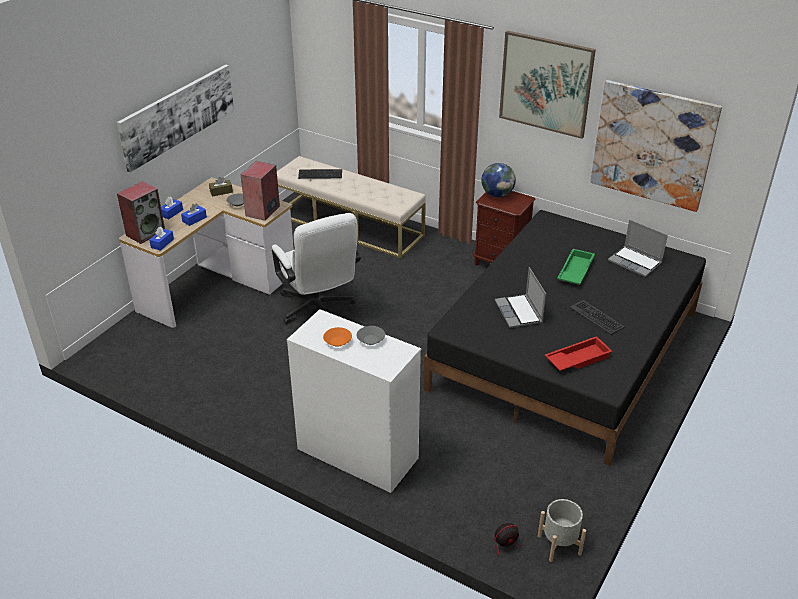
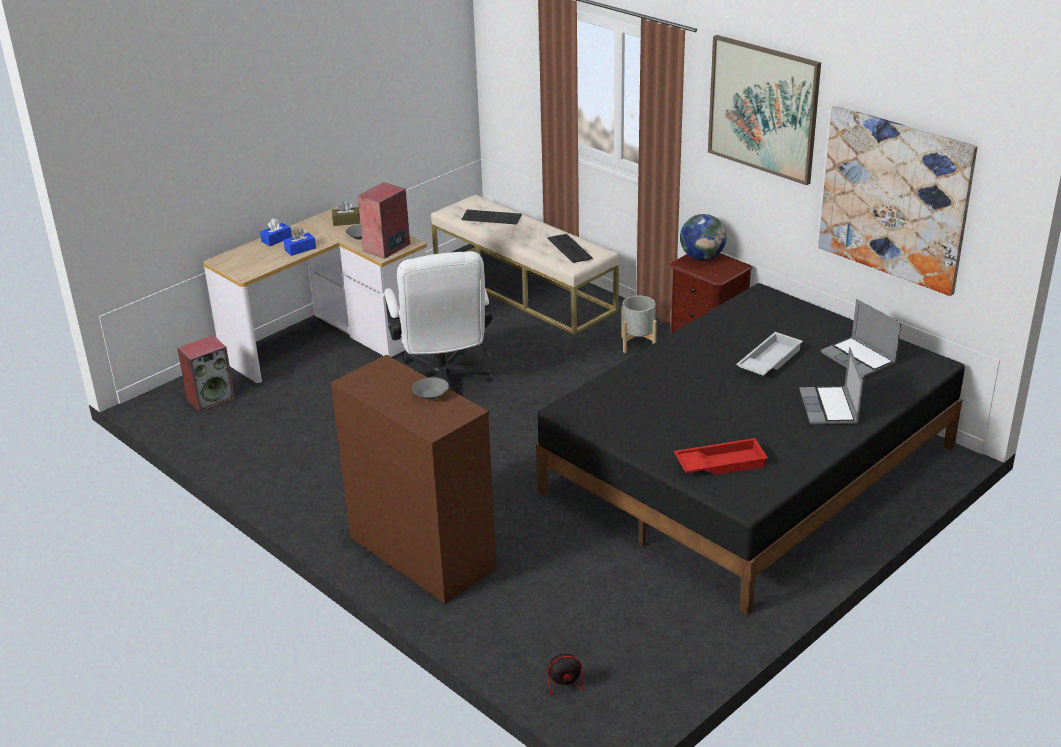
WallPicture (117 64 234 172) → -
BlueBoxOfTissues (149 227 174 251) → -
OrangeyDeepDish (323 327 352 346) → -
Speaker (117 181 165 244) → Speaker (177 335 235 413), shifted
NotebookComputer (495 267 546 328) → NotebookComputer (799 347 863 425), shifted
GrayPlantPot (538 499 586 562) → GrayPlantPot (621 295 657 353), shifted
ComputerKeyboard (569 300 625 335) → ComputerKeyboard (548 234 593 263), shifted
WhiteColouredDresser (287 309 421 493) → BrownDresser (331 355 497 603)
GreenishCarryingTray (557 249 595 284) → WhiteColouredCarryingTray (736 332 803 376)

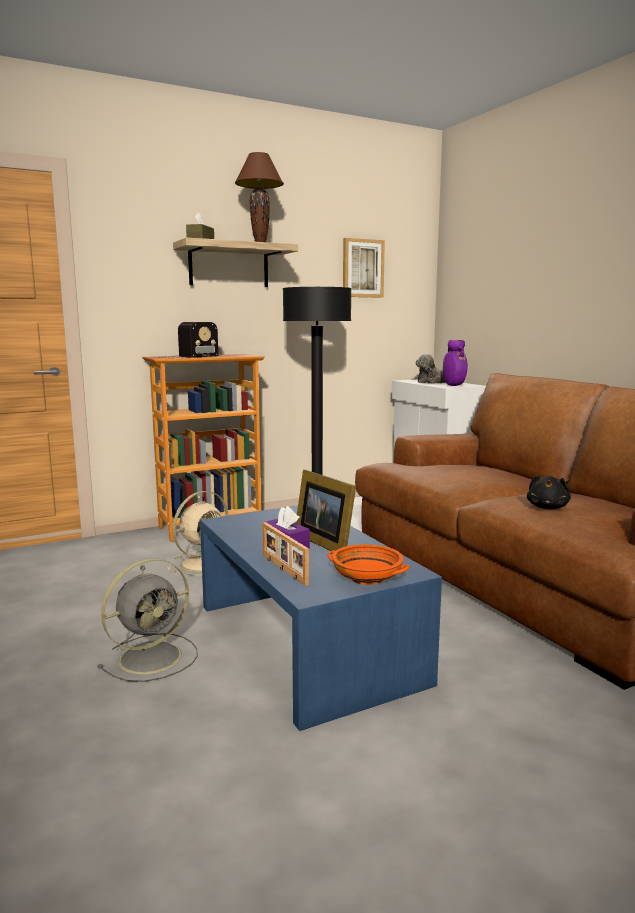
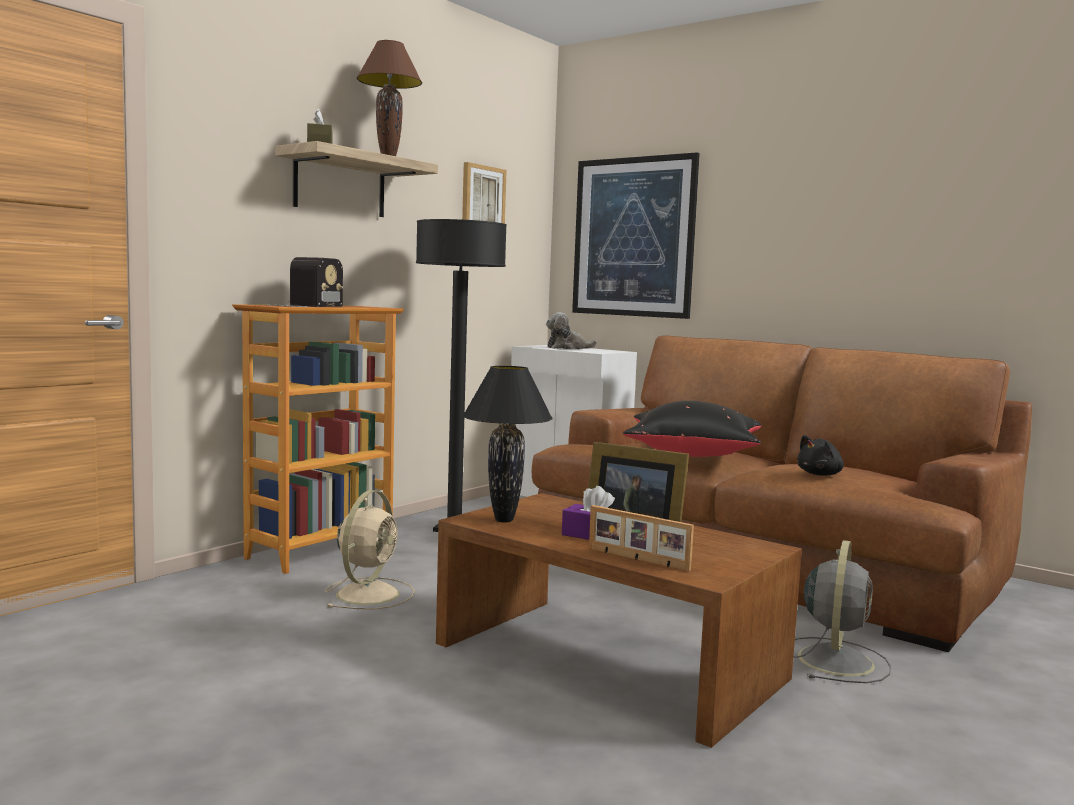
OrangeyDeepDish (327 544 410 585) → -
PurplishFlowerVase (443 340 468 386) → -
- → BlackishTableLamp (463 366 553 523)
- → WallPicture (572 152 700 319)
- → BlackishPillow (623 401 761 457)
GrayCoolingFan (97 558 198 682) → GrayCoolingFan (793 540 891 683), shifted
BlueLowTable (200 505 442 731) → BrownLowTable (436 493 802 748)
BlackishCuddlyToy (527 475 571 509) → BlackishCuddlyToy (797 435 844 476), 60 degrees clockwise

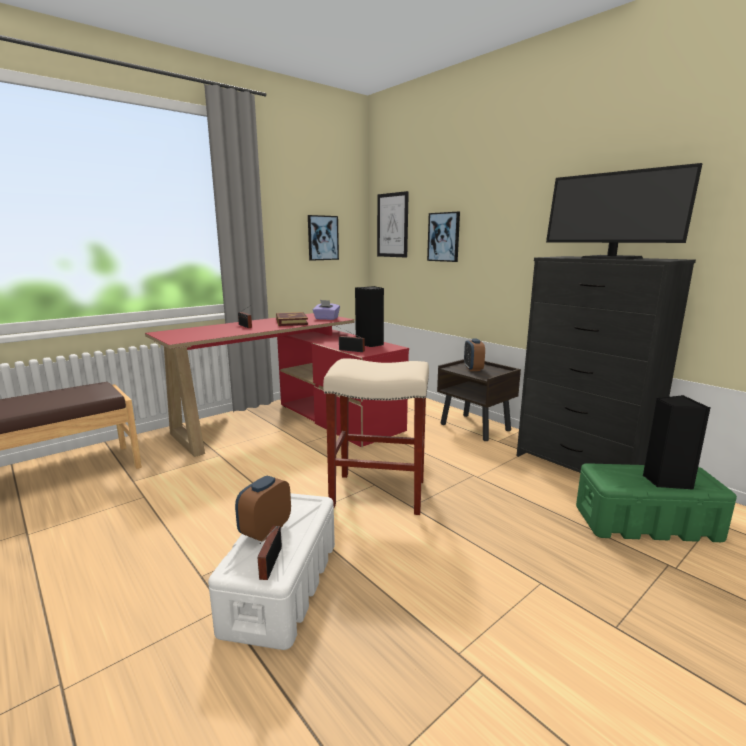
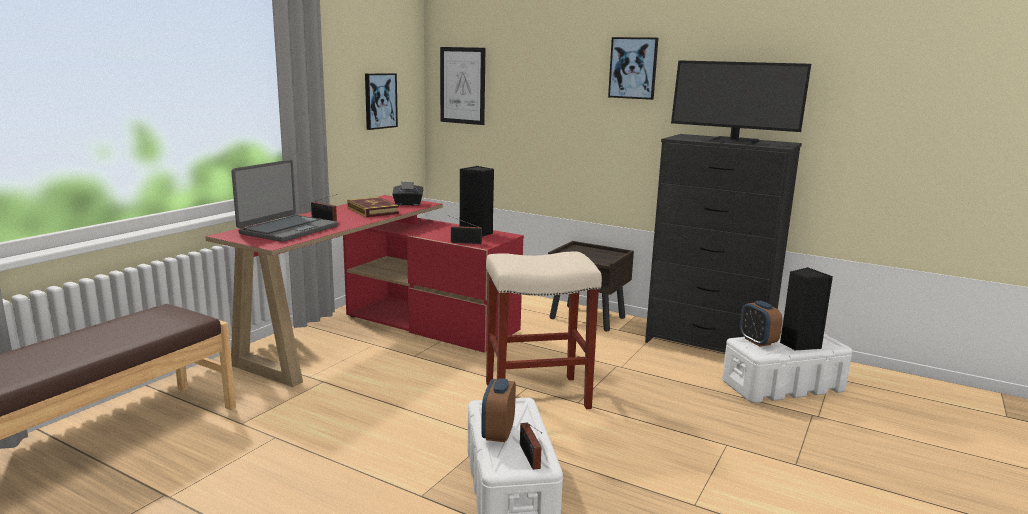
- → NotebookComputer (231 160 338 242)
WallPicture (427 212 460 262) → WallPicture (608 37 658 100), shifted
AlarmClock (464 339 485 371) → AlarmClock (740 300 783 347), shifted
PurplishBoxOfTissues (313 300 340 320) → BlackishBoxOfTissues (392 182 424 206)
GreenishStorageBin (576 463 737 542) → WhiteColouredStorageBin (722 334 852 403)

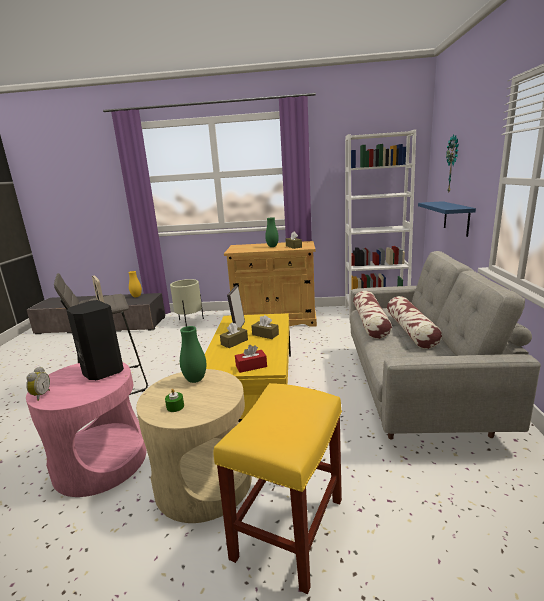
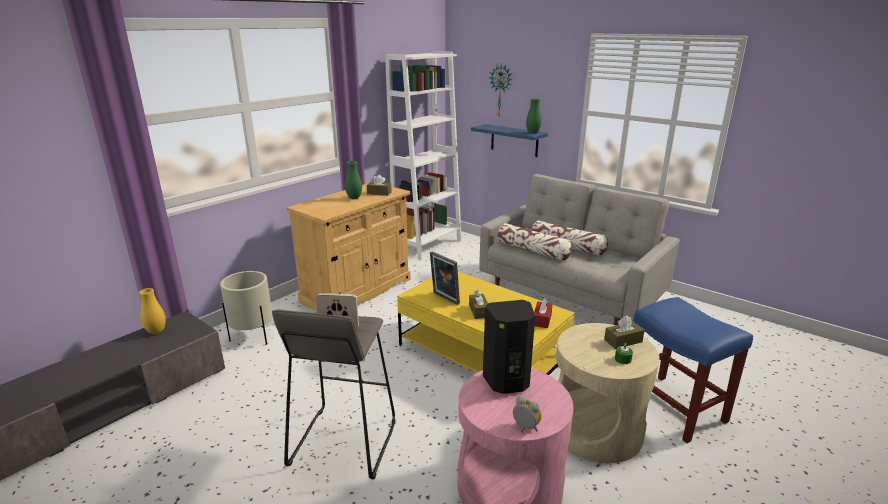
GreenishFlowerVase (180 326 206 383) → GreenishFlowerVase (526 99 542 134), shifted
BrownBoxOfTissues (251 315 279 339) → BrownBoxOfTissues (604 316 645 349), shifted
YellowSittingStool (213 383 342 594) → BlueSittingStool (633 297 753 443)

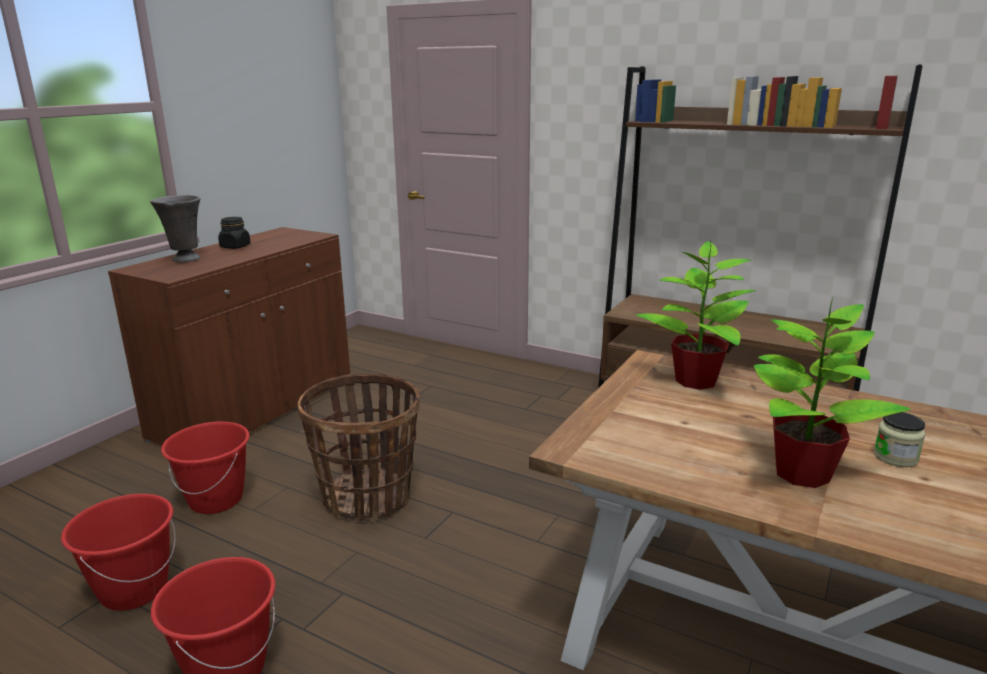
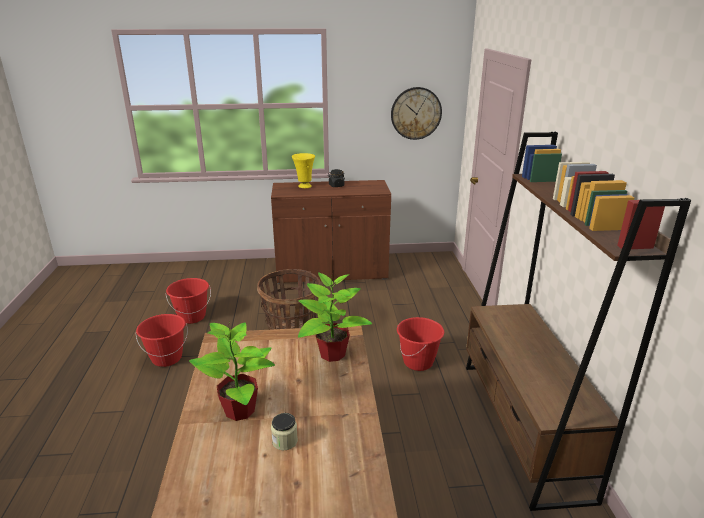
- → HangingClock (391 87 442 140)
ReddishPail (161 422 250 514) → ReddishPail (397 317 444 371), shifted
GrayFlowerVase (150 195 200 262) → YellowFlowerVase (292 153 315 188)

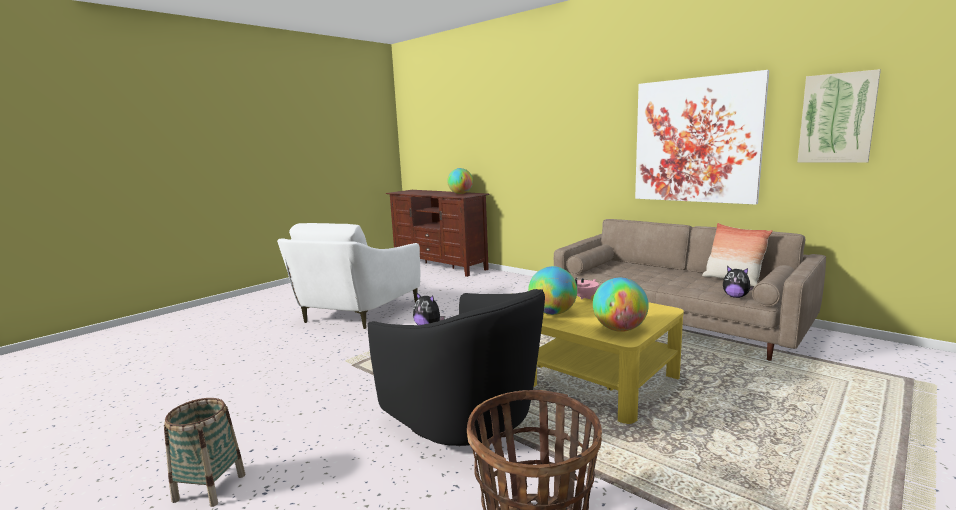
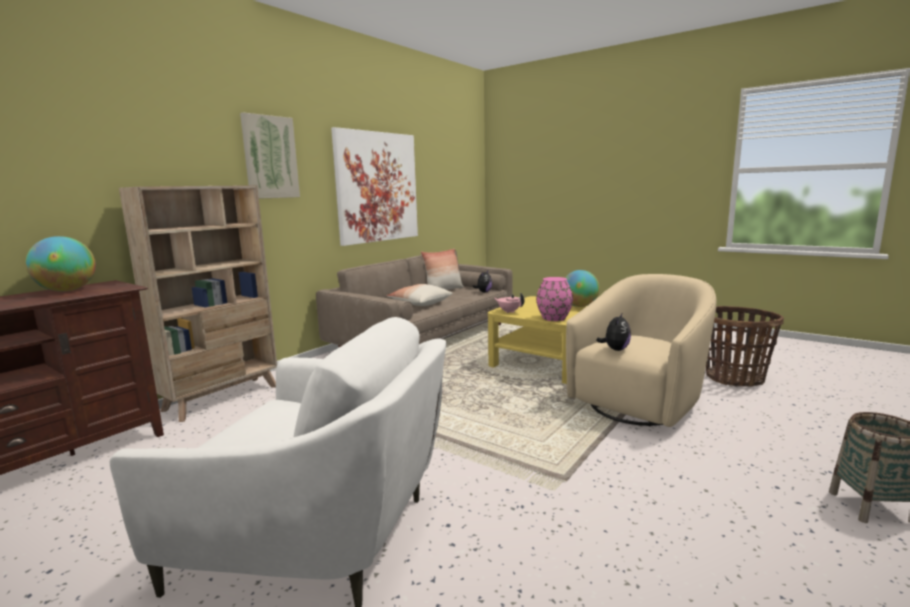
- → SandColouredShelvingUnit (119 185 277 422)
- → Pillow (387 284 453 306)
WallPicture (797 69 881 163) → WallPicture (240 112 300 199), shifted
WorldGlobe (528 266 577 315) → PinkishFlowerVase (537 277 573 321)
BlackishArmchair (368 289 545 446) → SandColouredArmchair (566 274 716 427)

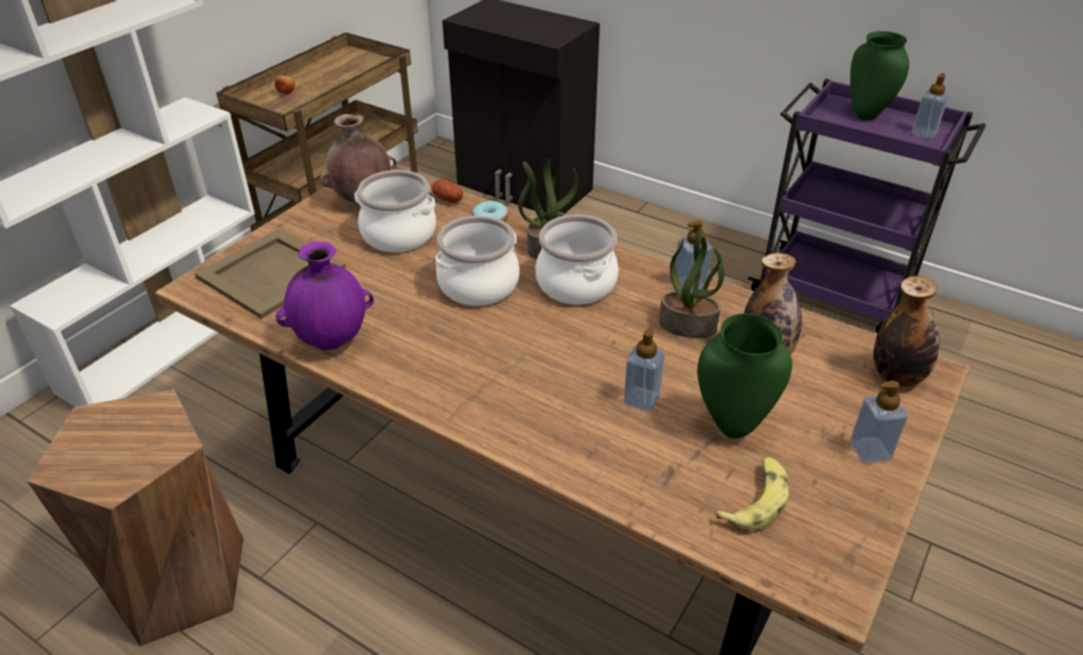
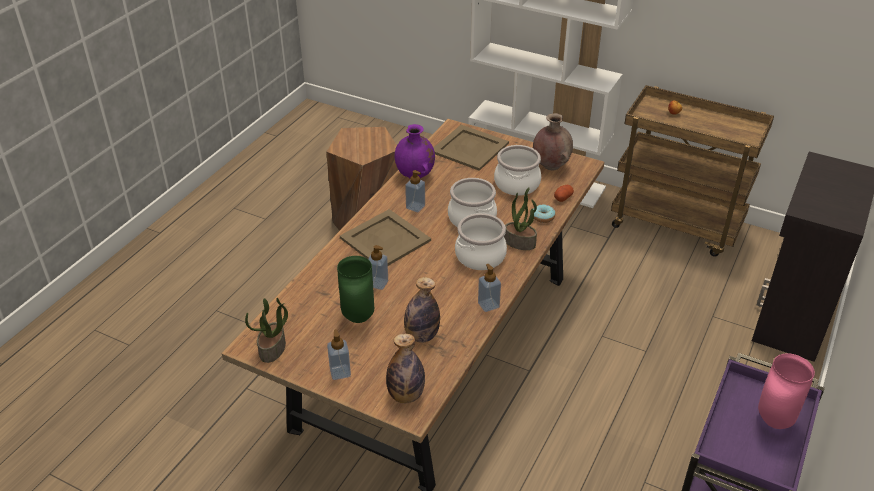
Banana (715 457 789 530) → -
- → SandColouredCarryingTray (340 209 431 266)
PlantInAPot (659 228 724 338) → PlantInAPot (245 298 288 363), shifted
LiquidSoapBottle (912 73 949 139) → LiquidSoapBottle (405 170 425 212), shifted
GreenishFlowerVase (850 31 909 120) → PinkishFlowerVase (758 353 815 429)

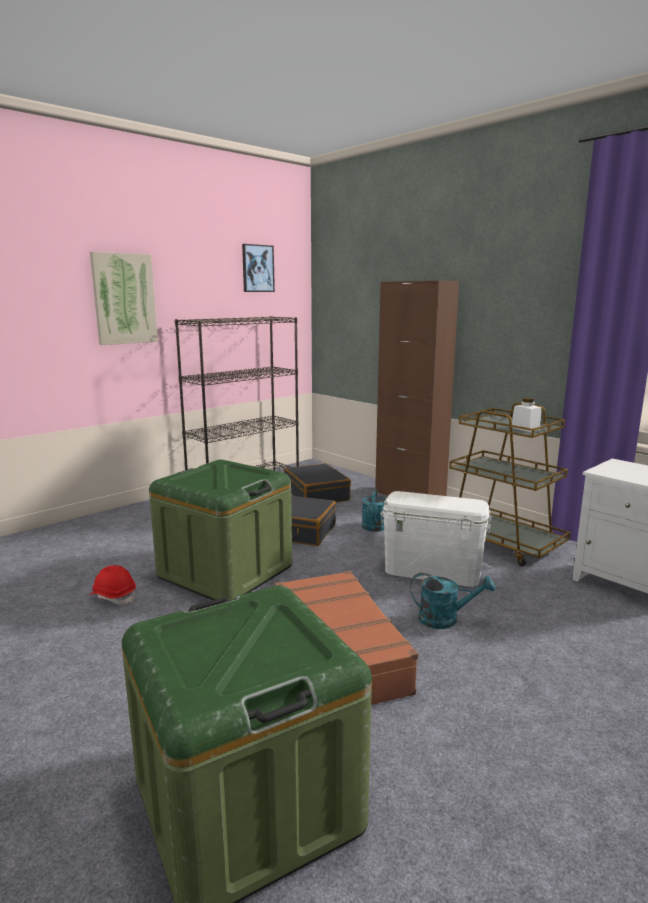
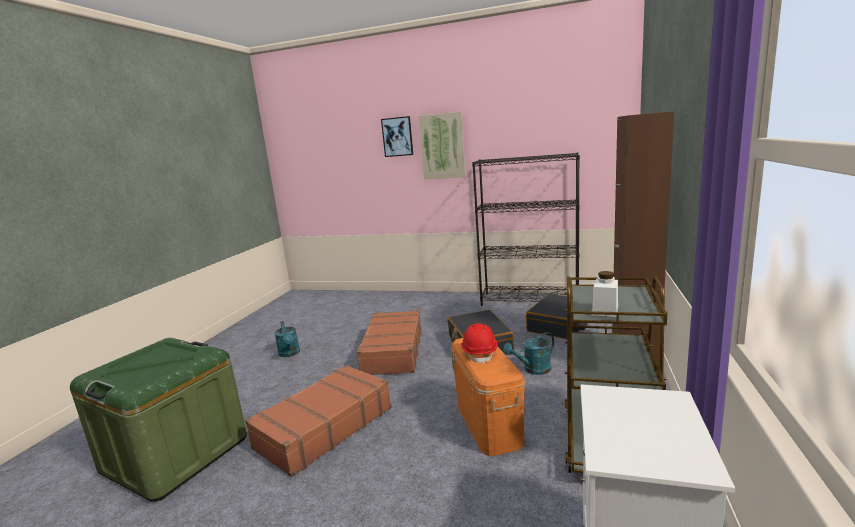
ReddishWorkHelmet (90 565 136 605) → ReddishWorkHelmet (461 323 498 364), shifted
WallPicture (242 244 275 292) → WallPicture (381 116 413 157), shifted
TurquoiseColouredSprinklingCan (410 573 495 629) → TurquoiseColouredSprinklingCan (274 321 300 357), shifted
GreenishStorageBin (149 459 292 600) → BrownSuitcase (356 310 421 375)
WhiteColouredStorageBin (380 491 492 587) → OrangeyStorageBin (451 338 525 456)

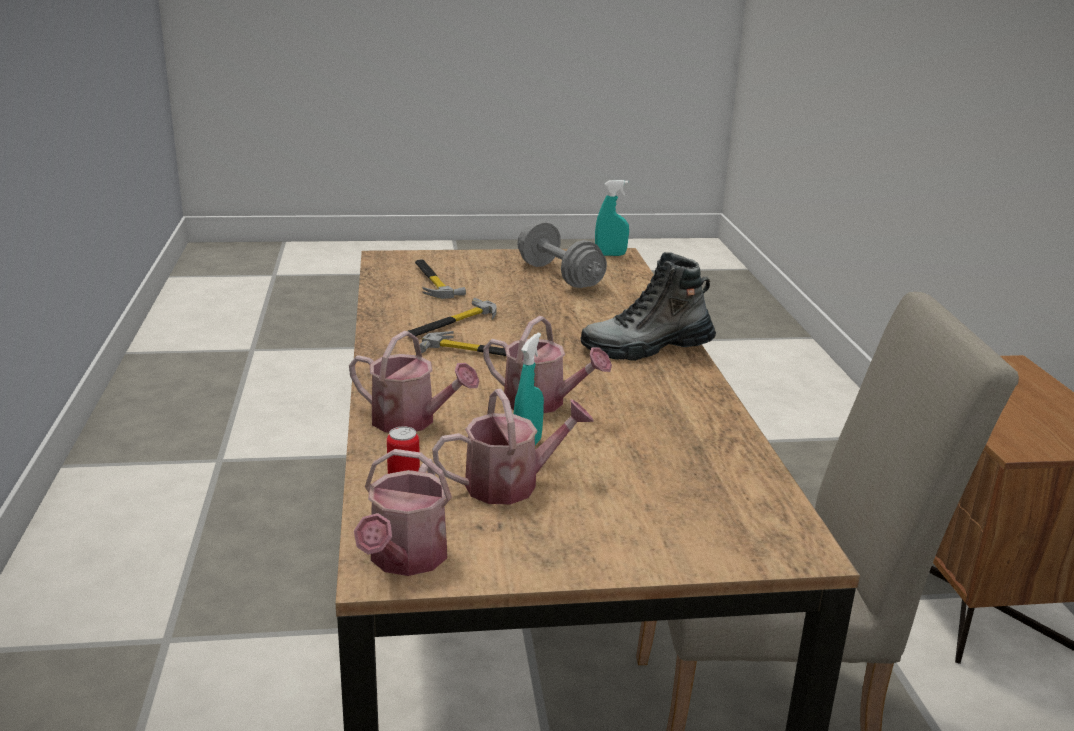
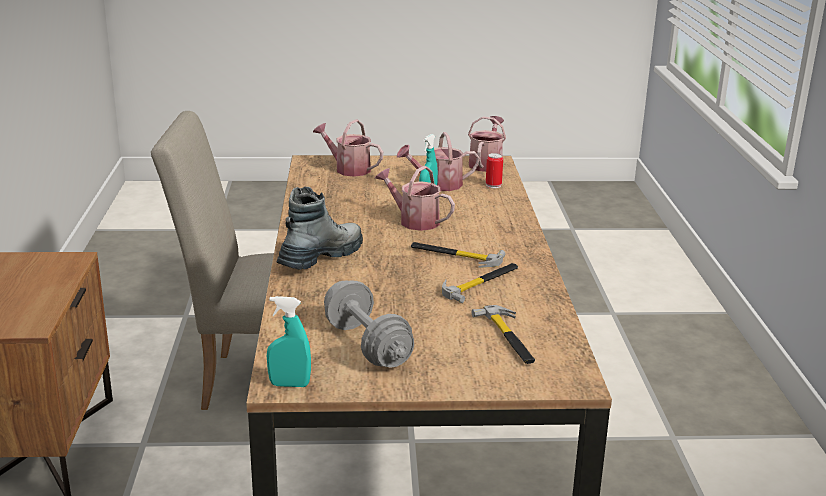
SprinklingCan (349 331 479 433) → SprinklingCan (313 119 383 177), shifted
Boot (581 252 716 361) → Boot (276 187 363 270), 45 degrees counterclockwise

